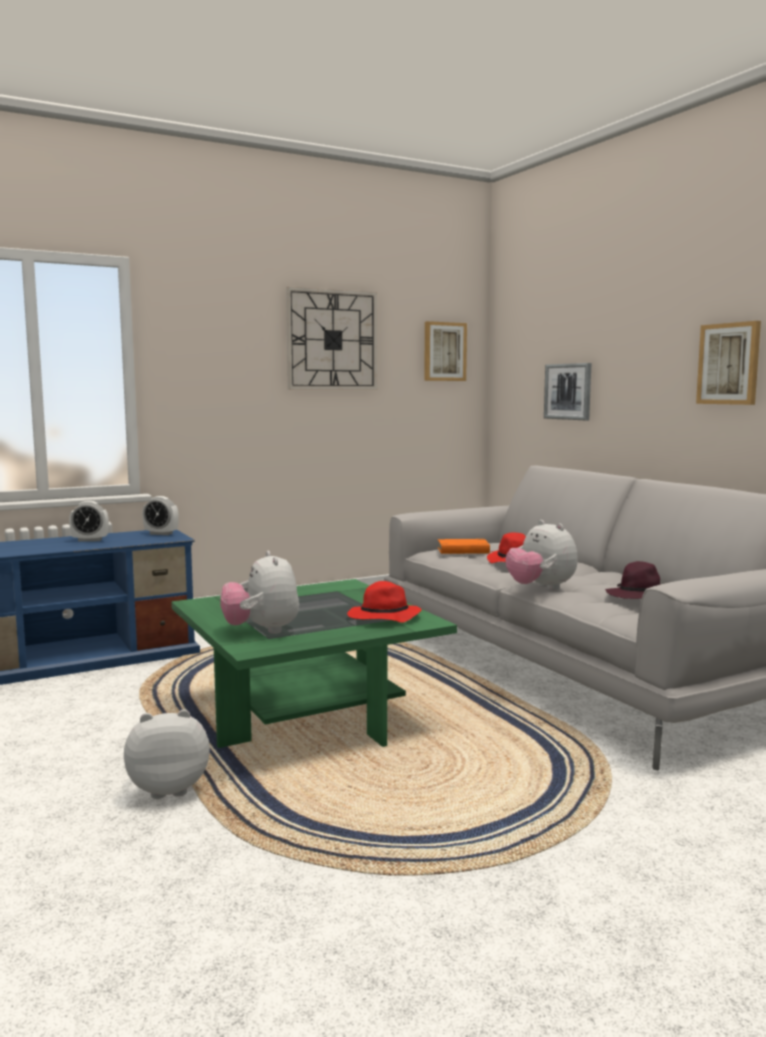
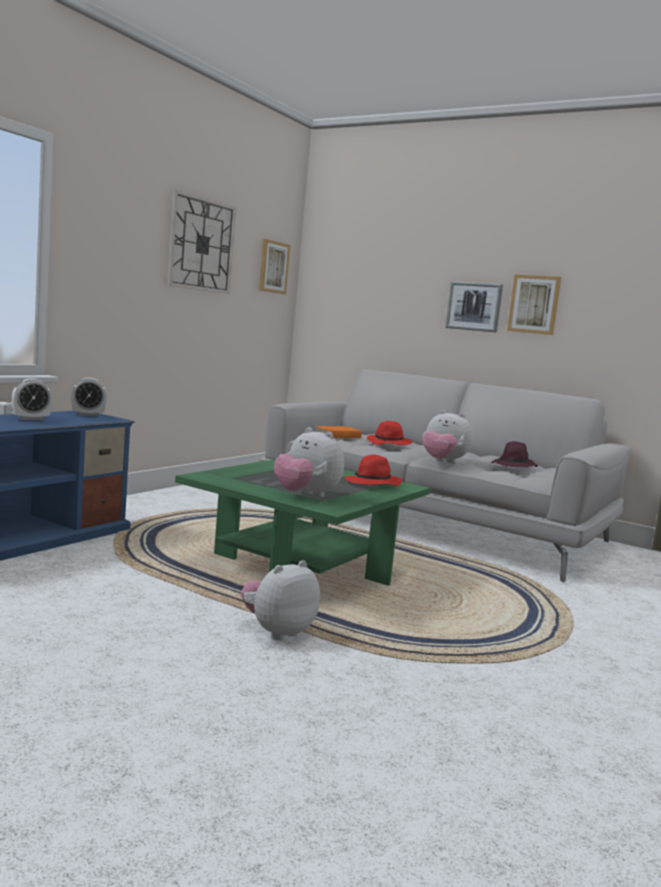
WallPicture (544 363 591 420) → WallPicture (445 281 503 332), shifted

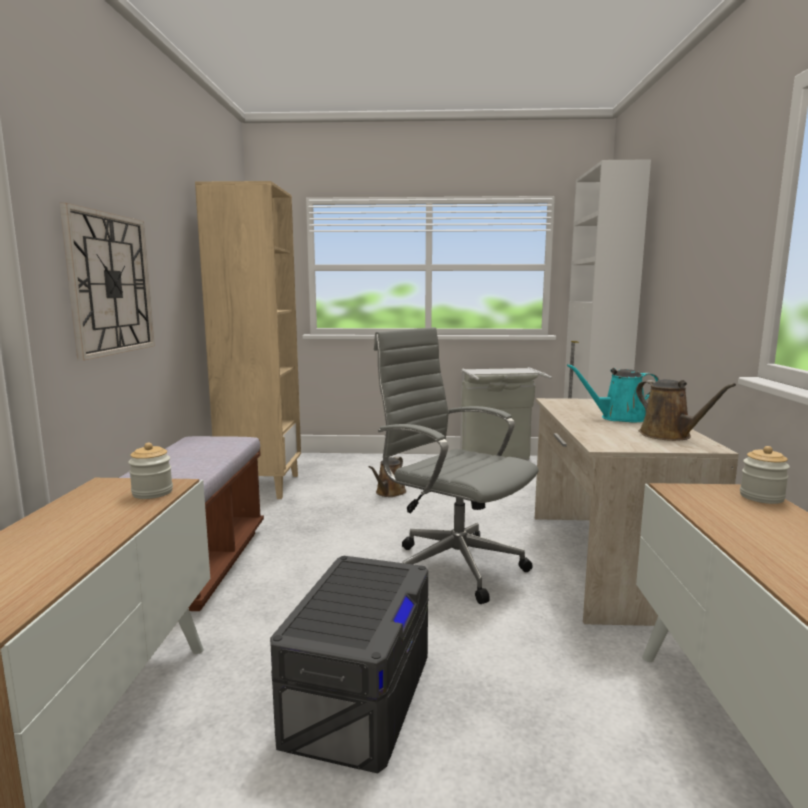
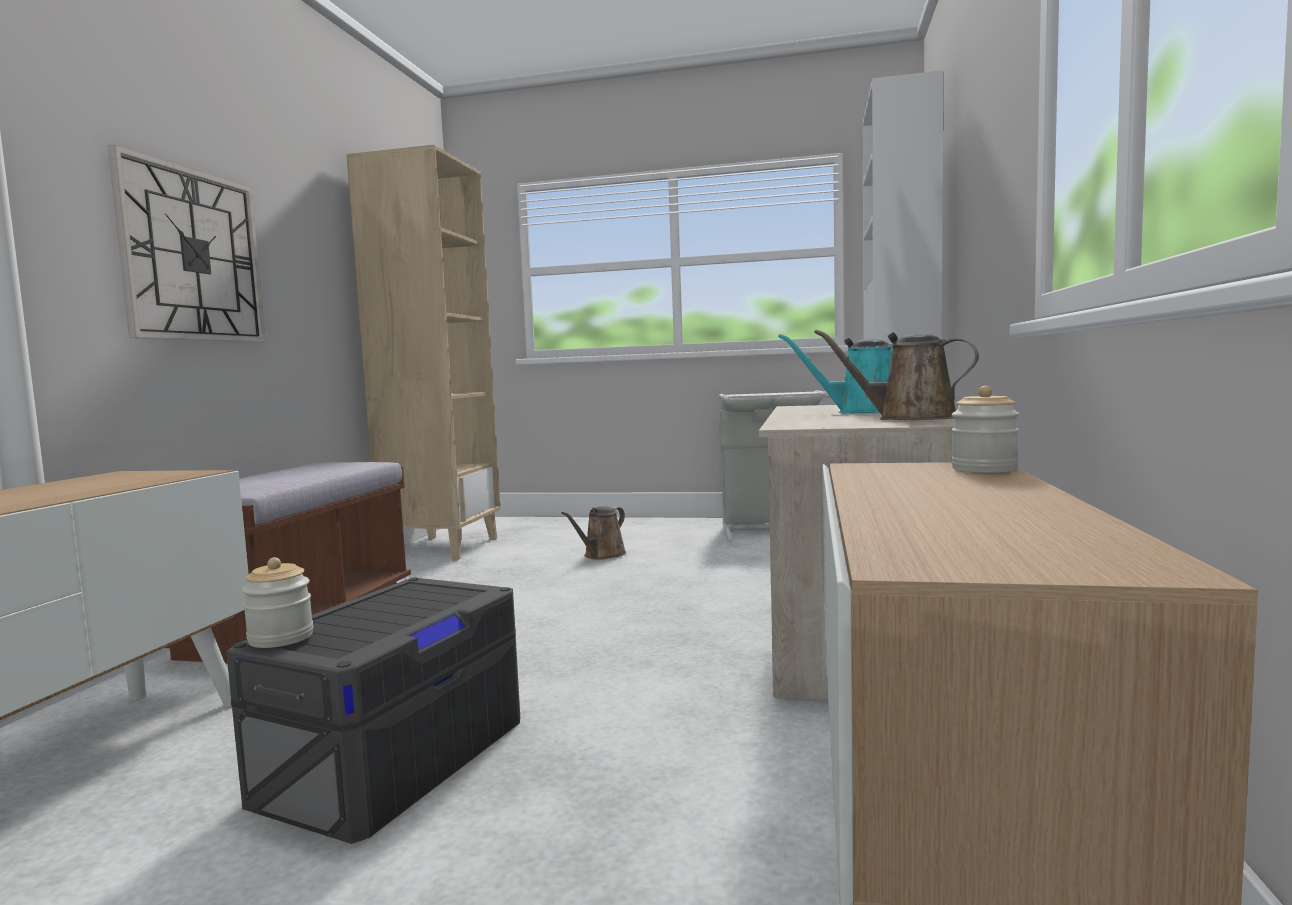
GrayDeskChair (374 327 539 604) → -
StorageJar (128 443 173 499) → StorageJar (242 557 313 648), shifted
BrownSprinklingCan (636 379 736 441) → BrownSprinklingCan (814 329 979 420), 135 degrees clockwise

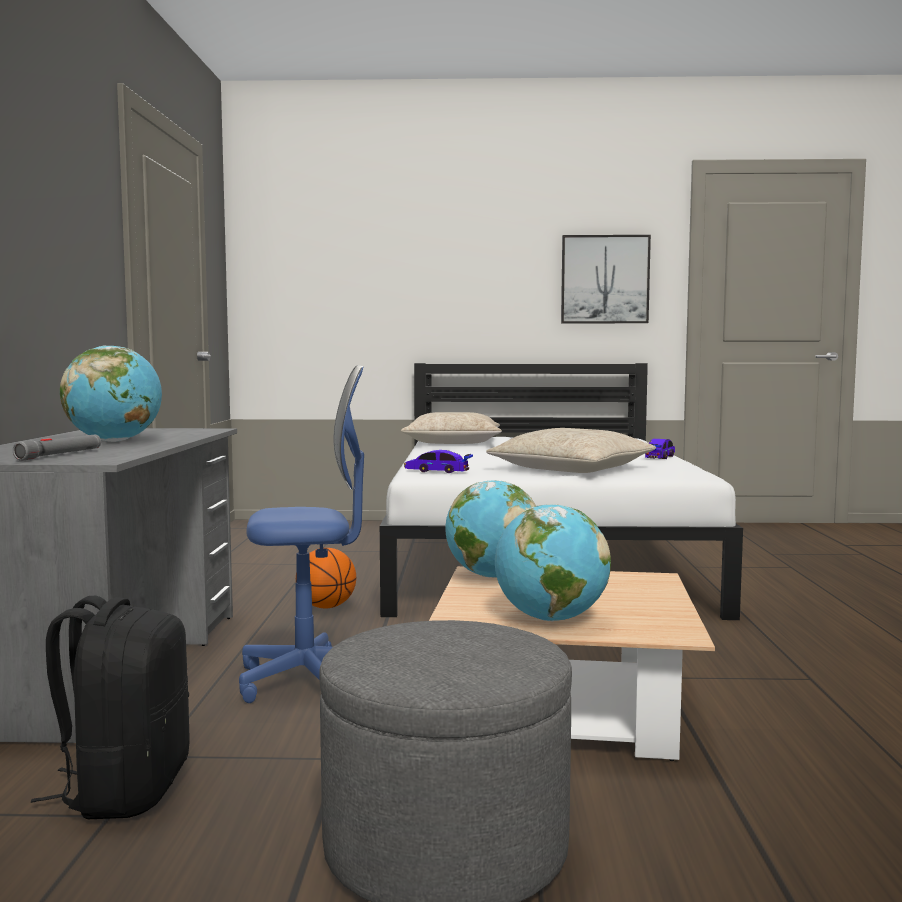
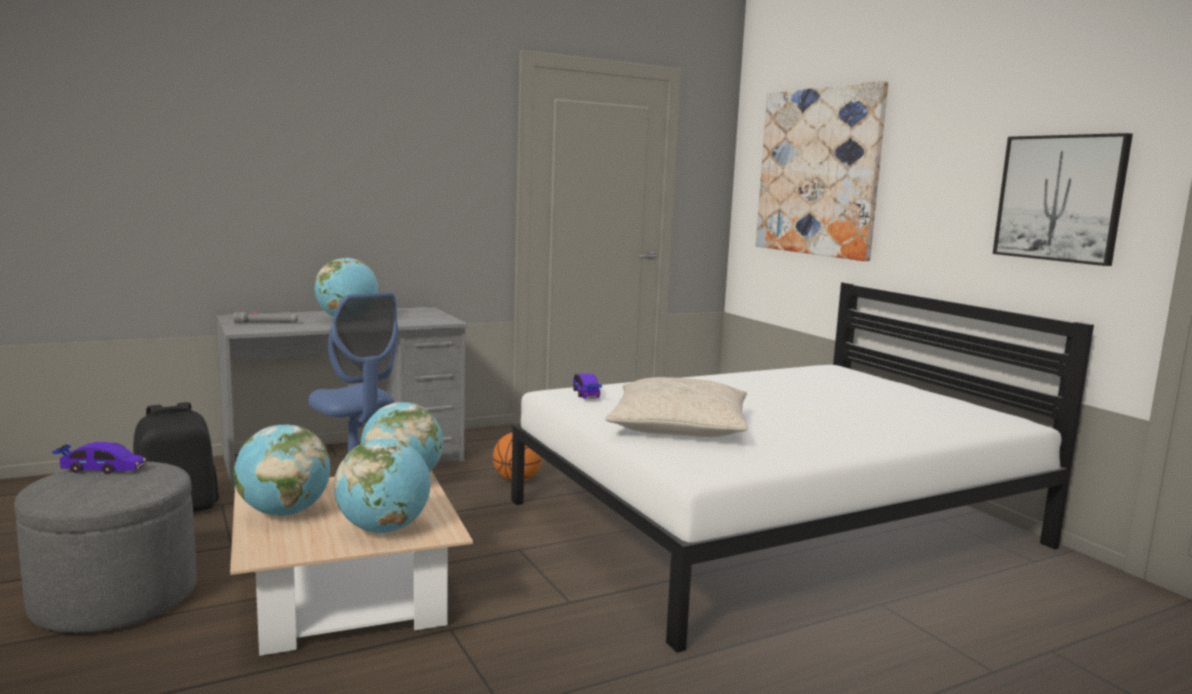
SandColouredPillow (401 412 502 444) → -
- → WorldGlobe (334 437 431 533)
- → WallPicture (756 81 888 261)
ModelCar (645 439 675 459) → ModelCar (52 442 146 474), shifted

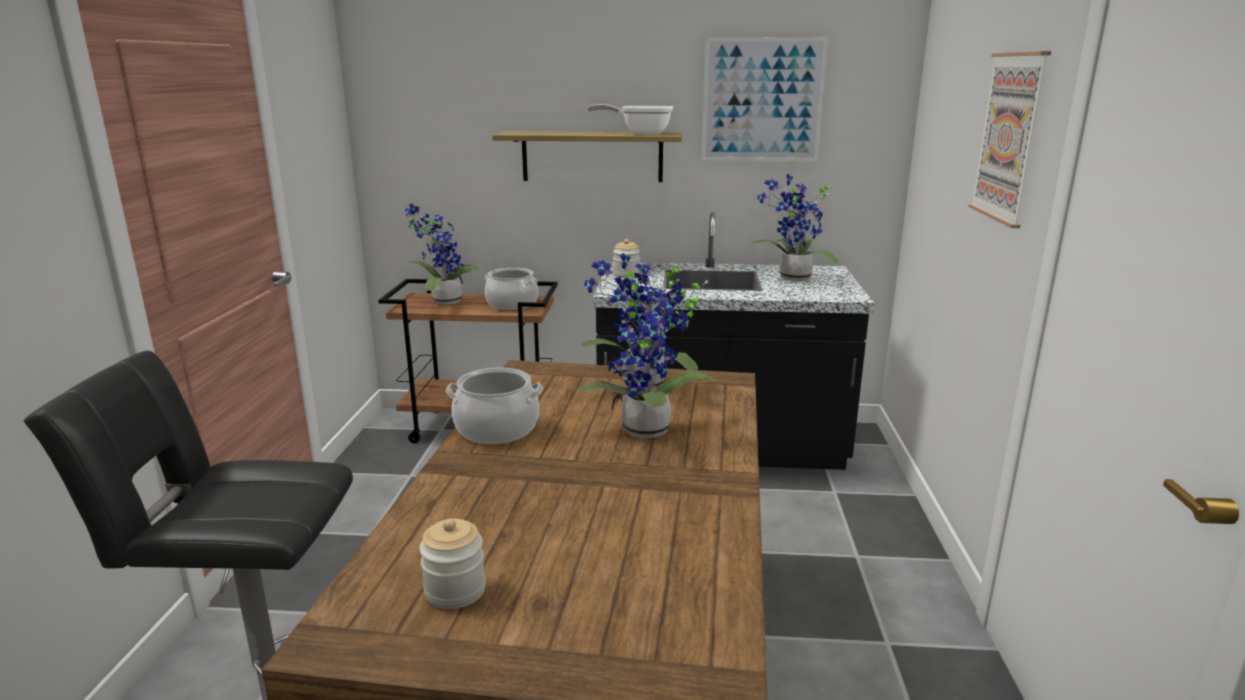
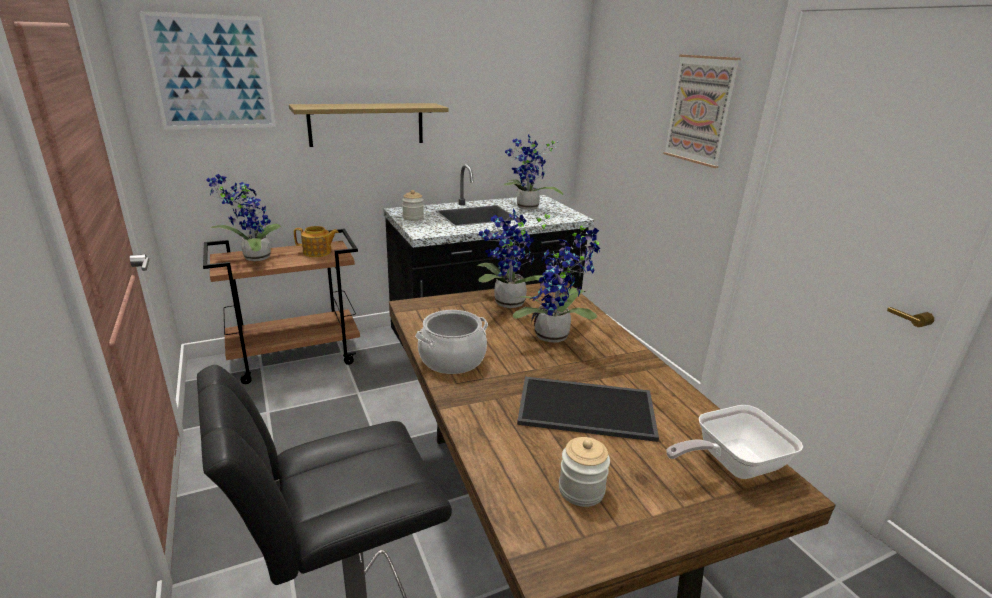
- → CarryingTray (517 377 659 442)
Skillet (587 104 674 134) → Skillet (666 405 803 479), shifted
WallPicture (702 37 828 162) → WallPicture (139 11 276 130), shifted
Stockpot (485 268 538 310) → Teapot (294 226 339 257)

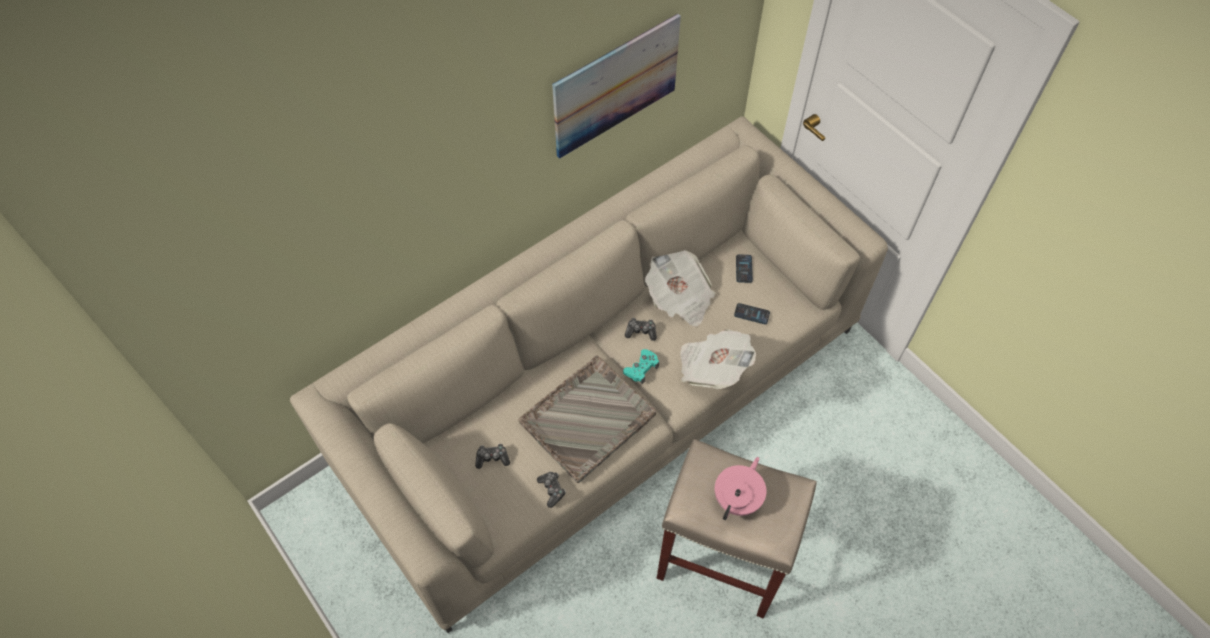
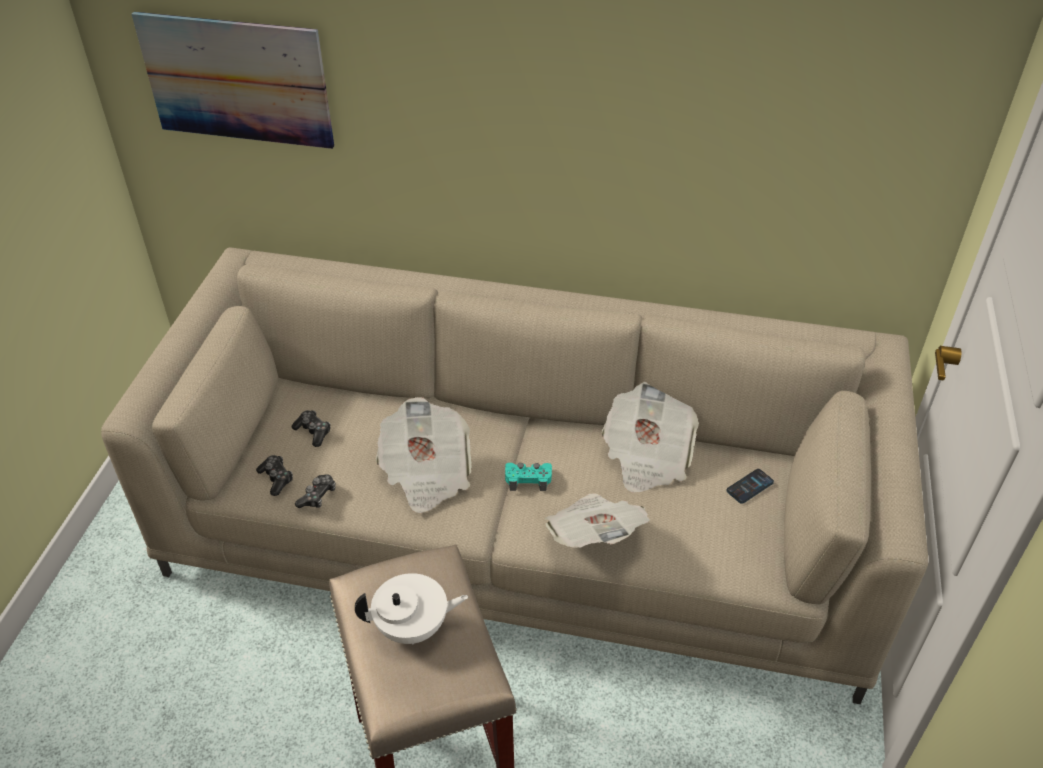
Handset (734 303 770 324) → -
WallPicture (552 14 681 159) → WallPicture (131 12 334 149), shifted
GameController (625 318 657 341) → GameController (256 455 293 496), shifted
GrayCarryingTray (518 355 656 483) → Newspaper (376 397 471 513)
PinkishTeapot (715 457 766 520) → WhiteColouredTeapot (355 573 468 644)

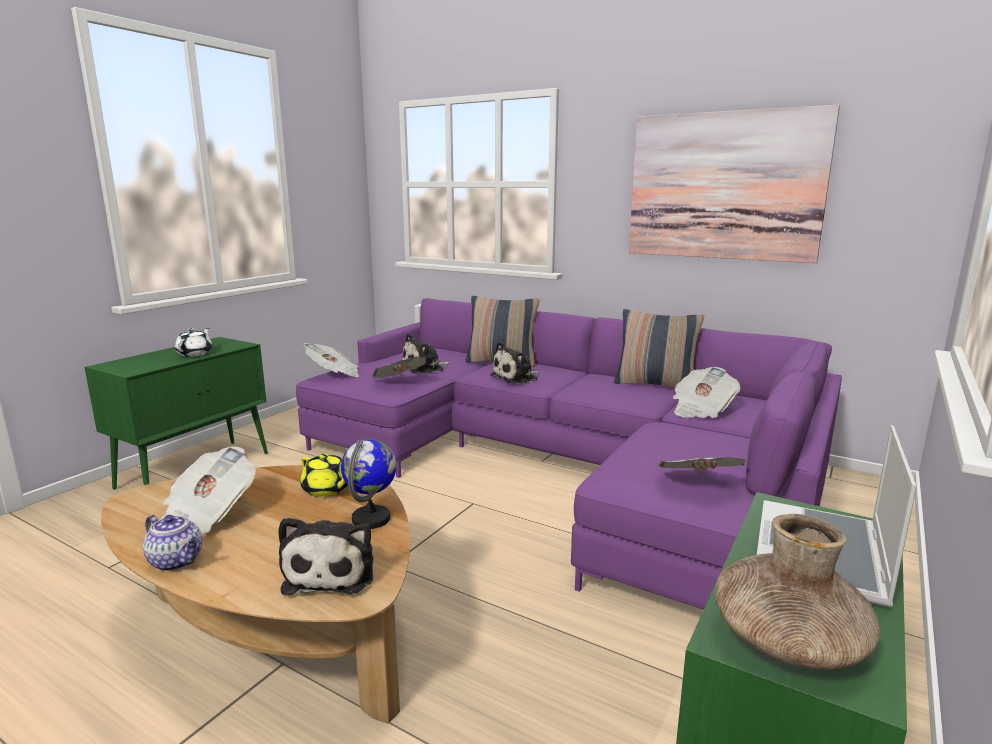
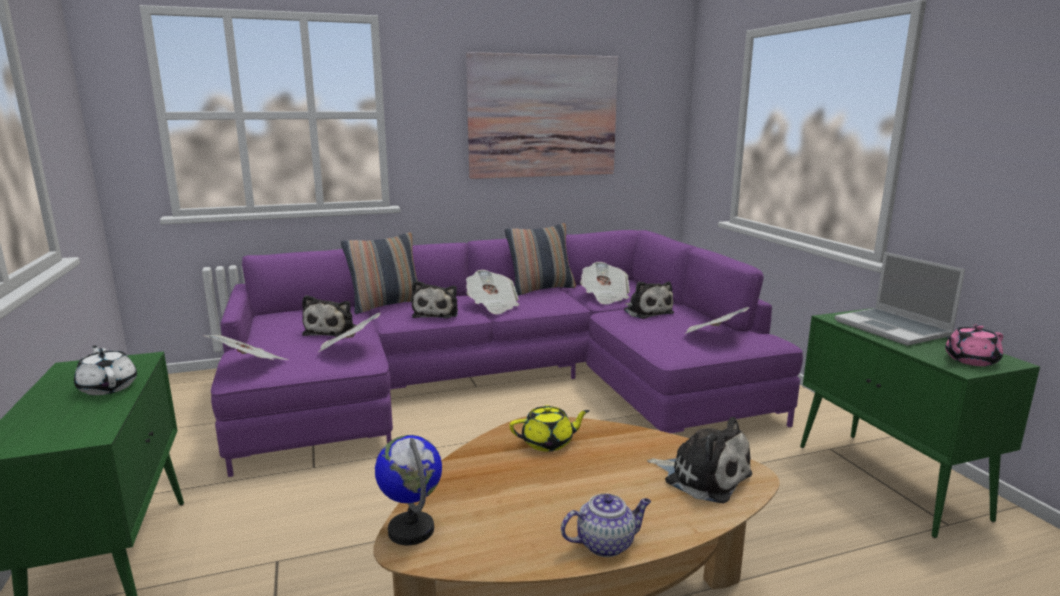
- → CuddlyToy (624 281 674 319)
Newspaper (161 446 256 534) → Newspaper (466 270 519 315), shifted
WorldGlobe (341 439 397 529) → WorldGlobe (375 435 442 545), shifted
BrownFlowerVase (715 514 880 669) → PinkishTeapot (945 324 1003 366)

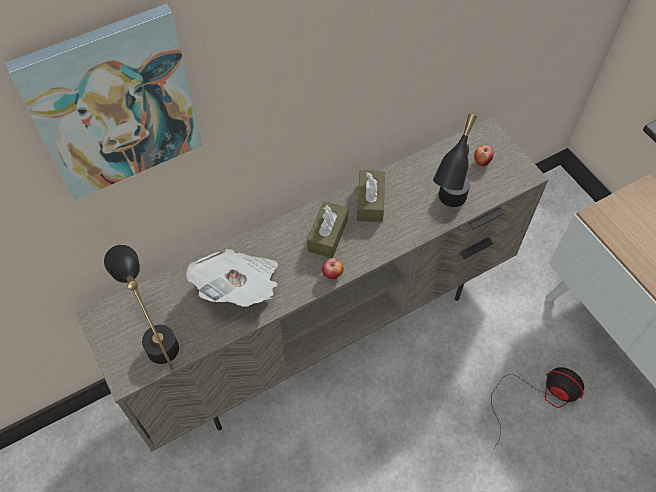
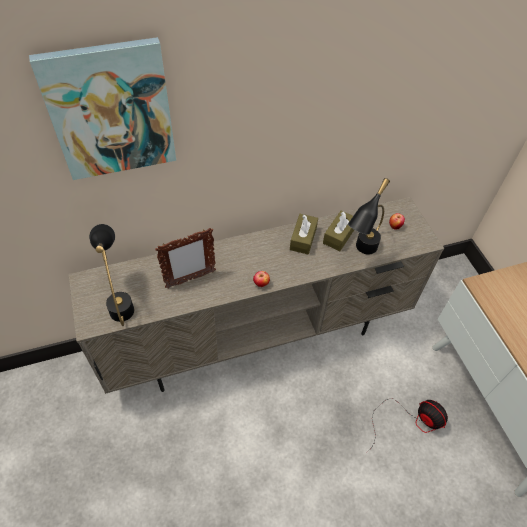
BrownBoxOfTissues (307 201 348 258) → BrownBoxOfTissues (323 211 354 251), shifted
Newspaper (186 249 278 307) → PictureFrame (155 228 216 288)

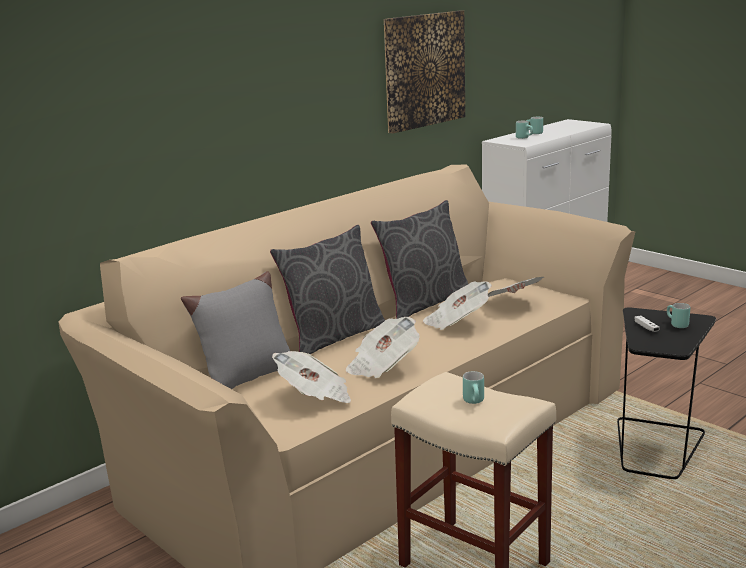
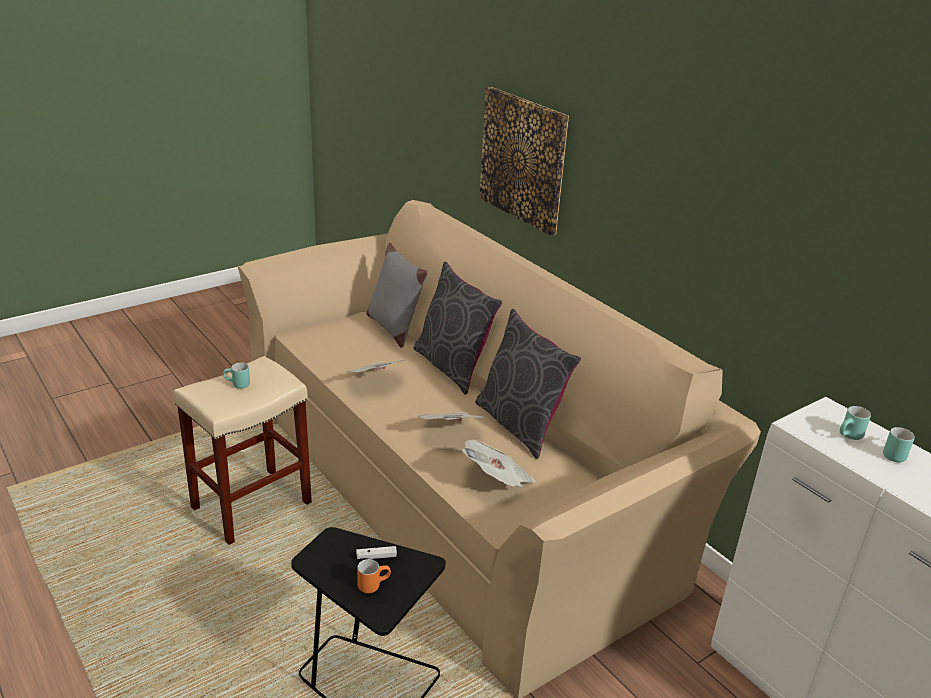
Newspaper (272 351 351 403) → -
WallPicture (384 10 465 133) → WallPicture (479 87 569 236), shifted
TurquoiseColouredMug (667 303 690 328) → OrangeyMug (357 559 391 593)

